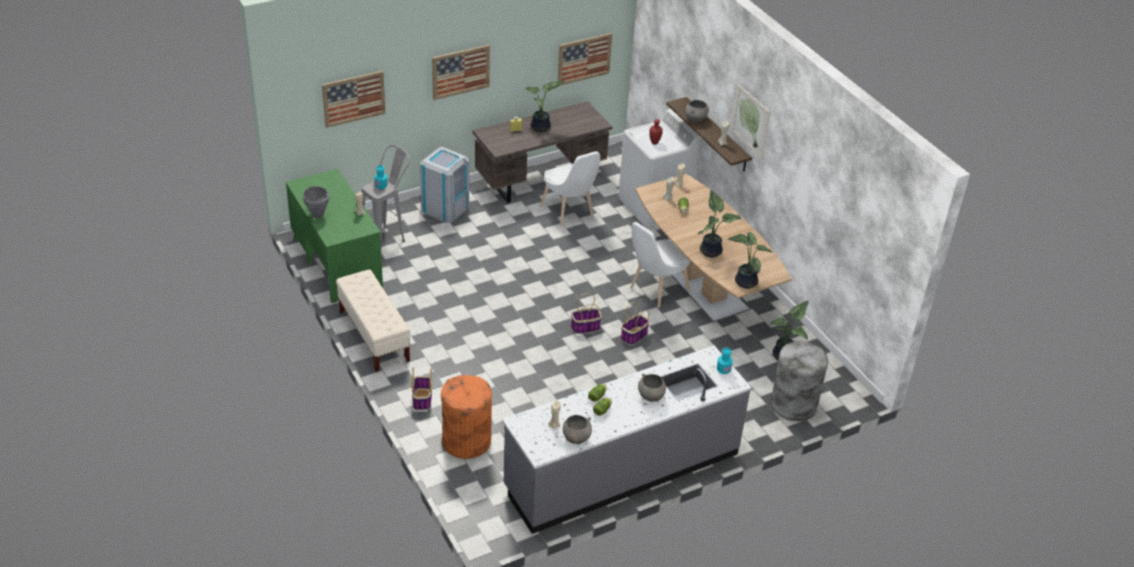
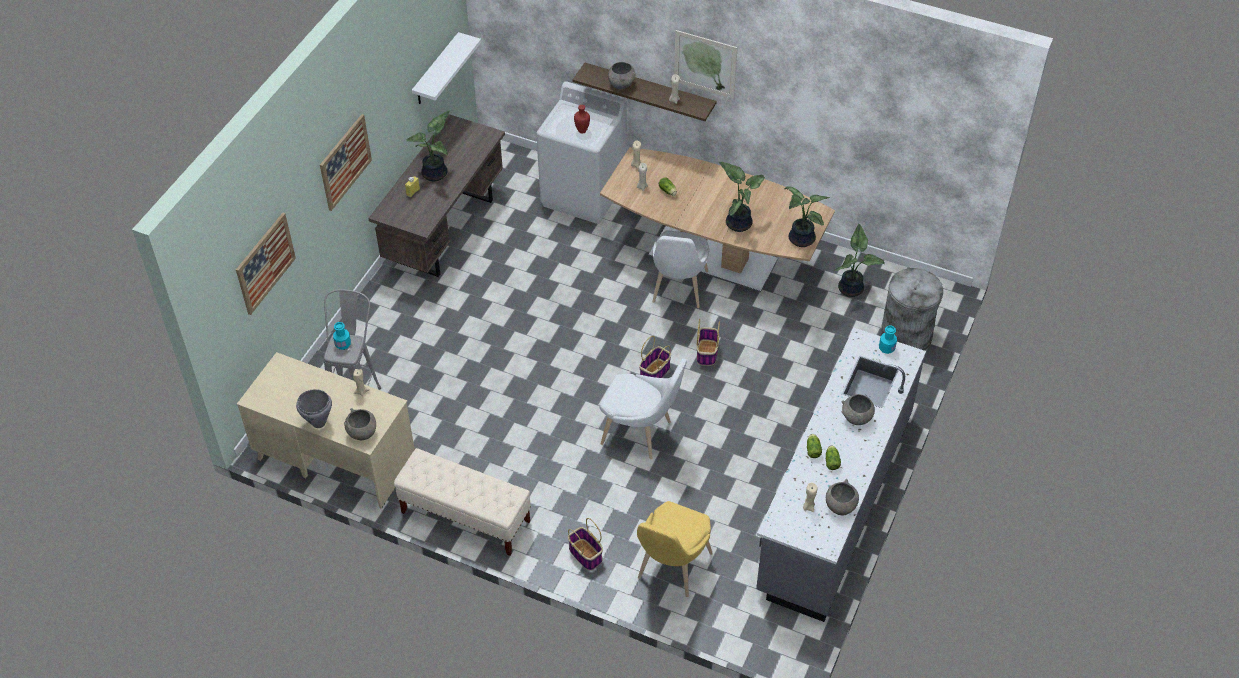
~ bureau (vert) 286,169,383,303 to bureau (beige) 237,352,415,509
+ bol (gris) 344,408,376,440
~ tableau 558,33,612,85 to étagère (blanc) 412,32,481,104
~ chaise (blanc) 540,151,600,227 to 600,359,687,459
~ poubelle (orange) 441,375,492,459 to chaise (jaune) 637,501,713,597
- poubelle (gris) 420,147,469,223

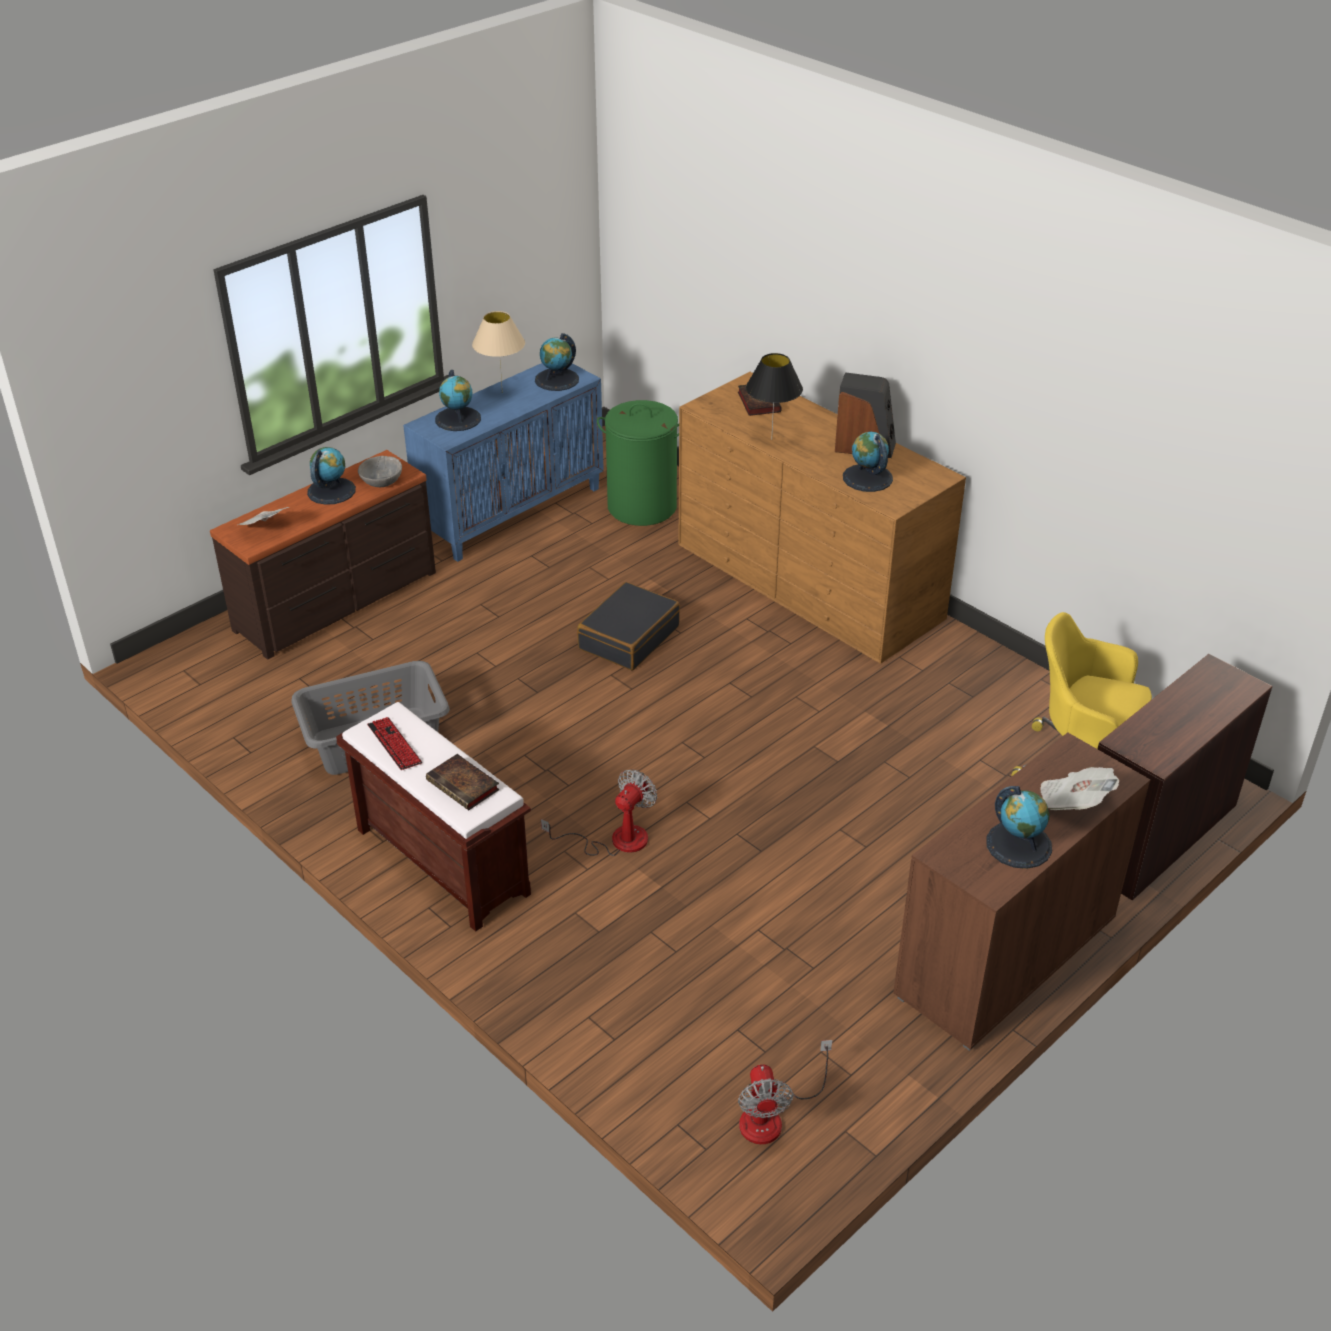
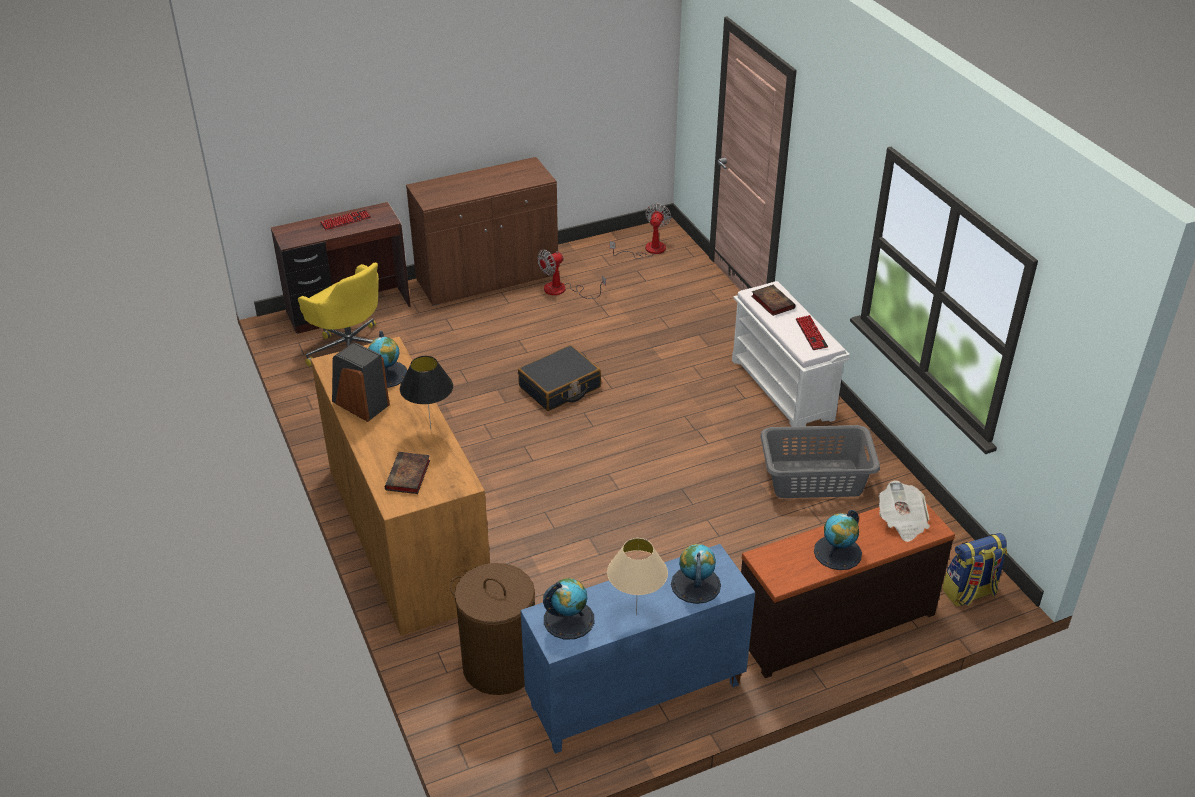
+ clavier 320,210,371,231
~ panier à linge (vert) 597,400,679,526 to panier à linge (marron) 450,563,535,695
~ valise (noir) 577,582,680,670 to 518,345,601,411
~ ventilateur 541,769,657,856 to 537,249,606,299
~ banc (marron) 336,702,531,932 to banc (blanc) 732,281,850,427
+ sac à dos 942,533,1007,606
- bol (gris) 358,456,402,487
- globe 986,786,1052,869
- journal 1040,767,1119,810

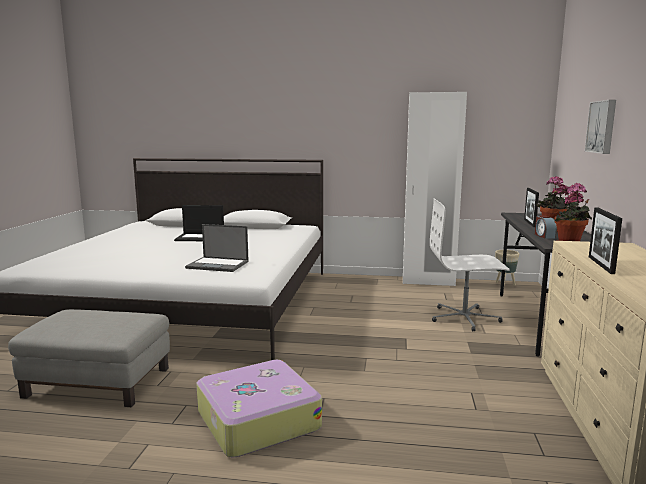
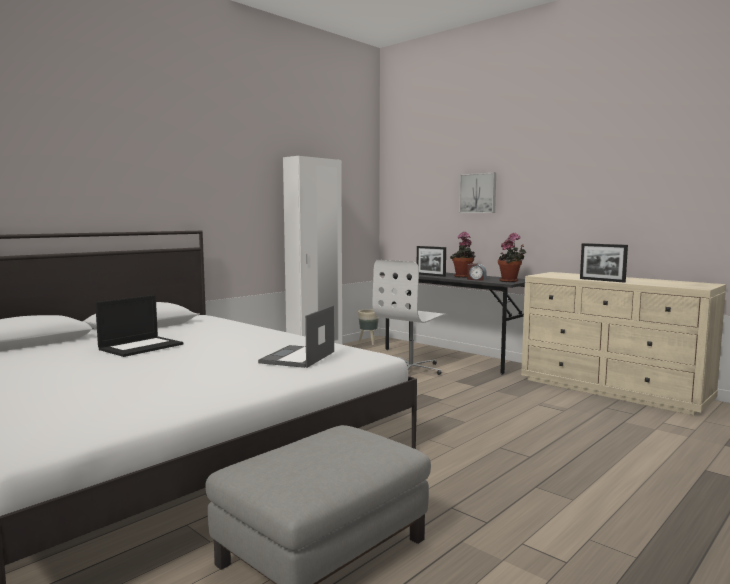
~ ordinateur portable 185,224,249,272 = 258,305,334,368 150 degrees clockwise
- valise 196,360,322,457

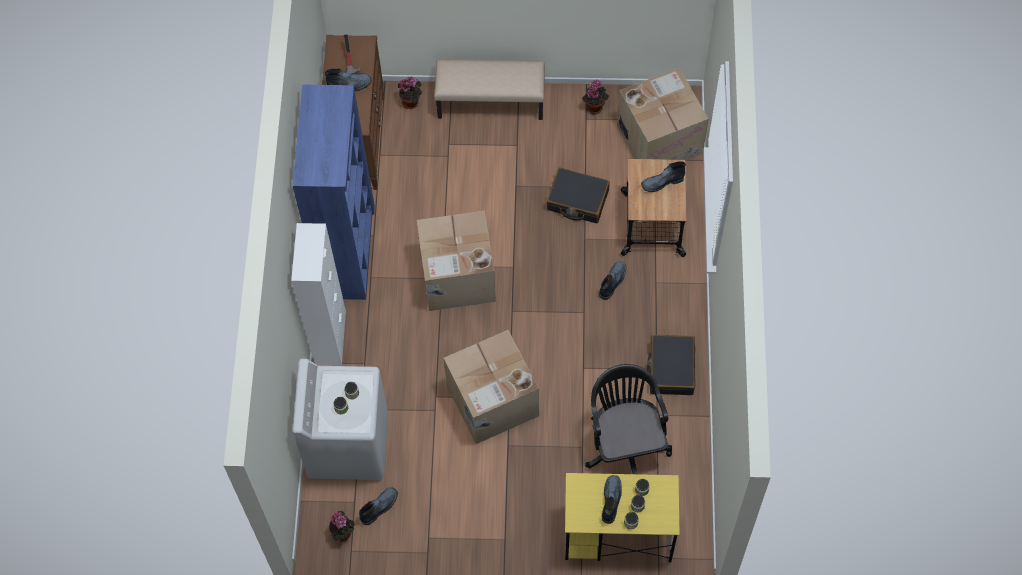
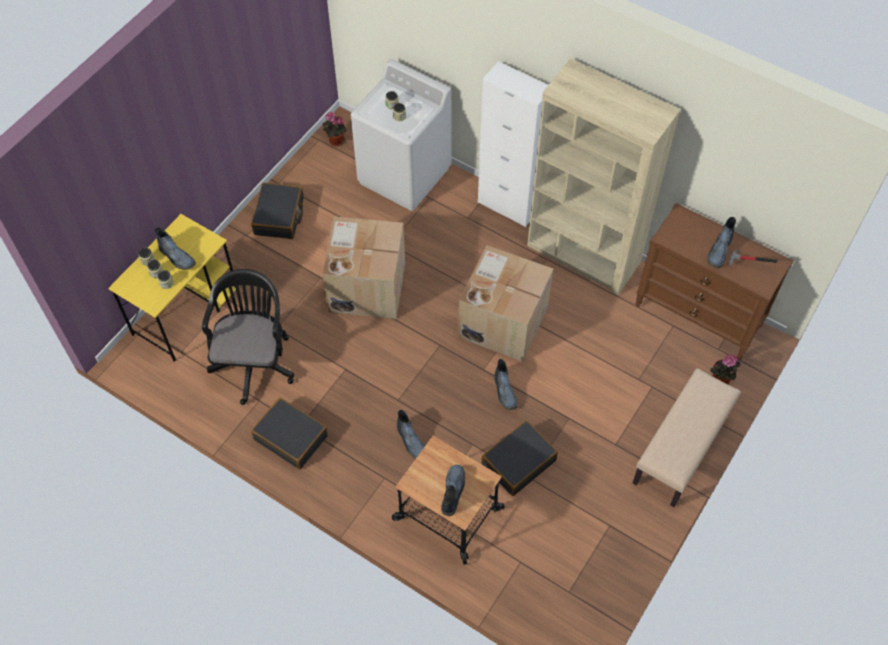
~ chaise de bureau (noir) 585,364,672,474 = 202,269,294,405 105 degrees counterclockwise
+ valise (noir) 251,183,304,239
~ botte 359,487,398,525 to 494,359,518,410
~ bibliothèque (bleu) 292,85,375,300 to bibliothèque (beige) 527,58,681,295
- plante en pot 582,80,609,115
- carton 617,68,709,160

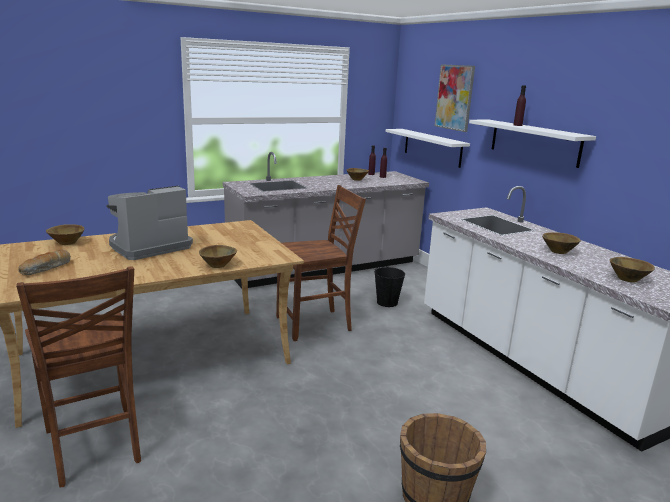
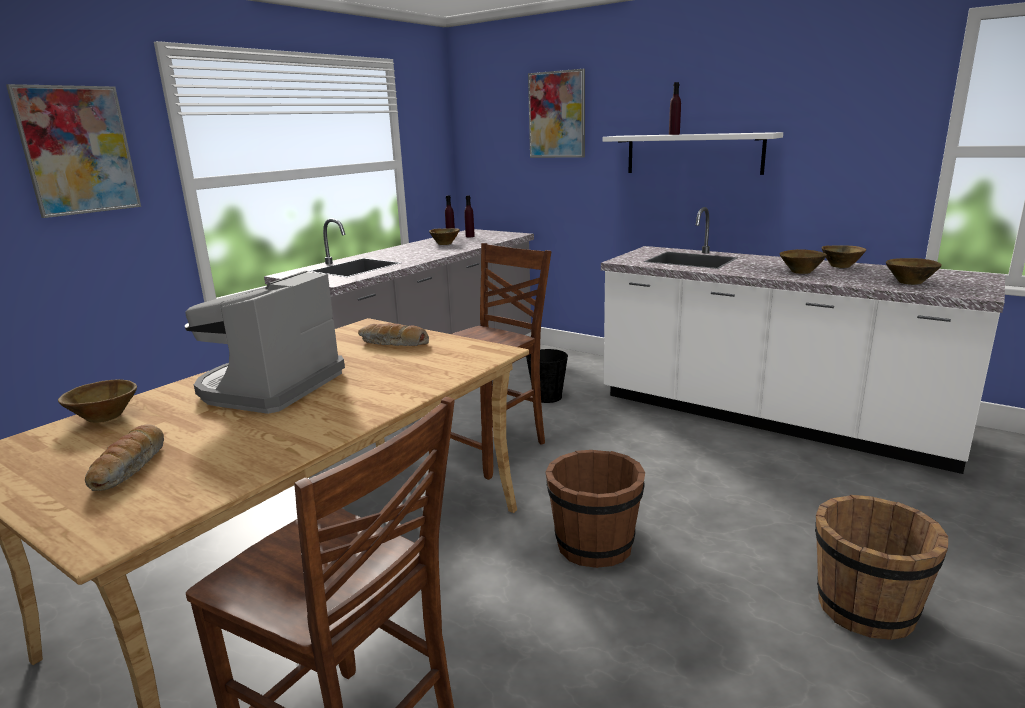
+ tableau 6,84,141,218
+ pain 358,323,429,346
+ seau (marron) 545,450,645,568
~ bol (marron) 199,245,237,268 to 822,245,866,268
- étagère (blanc) 386,129,470,168

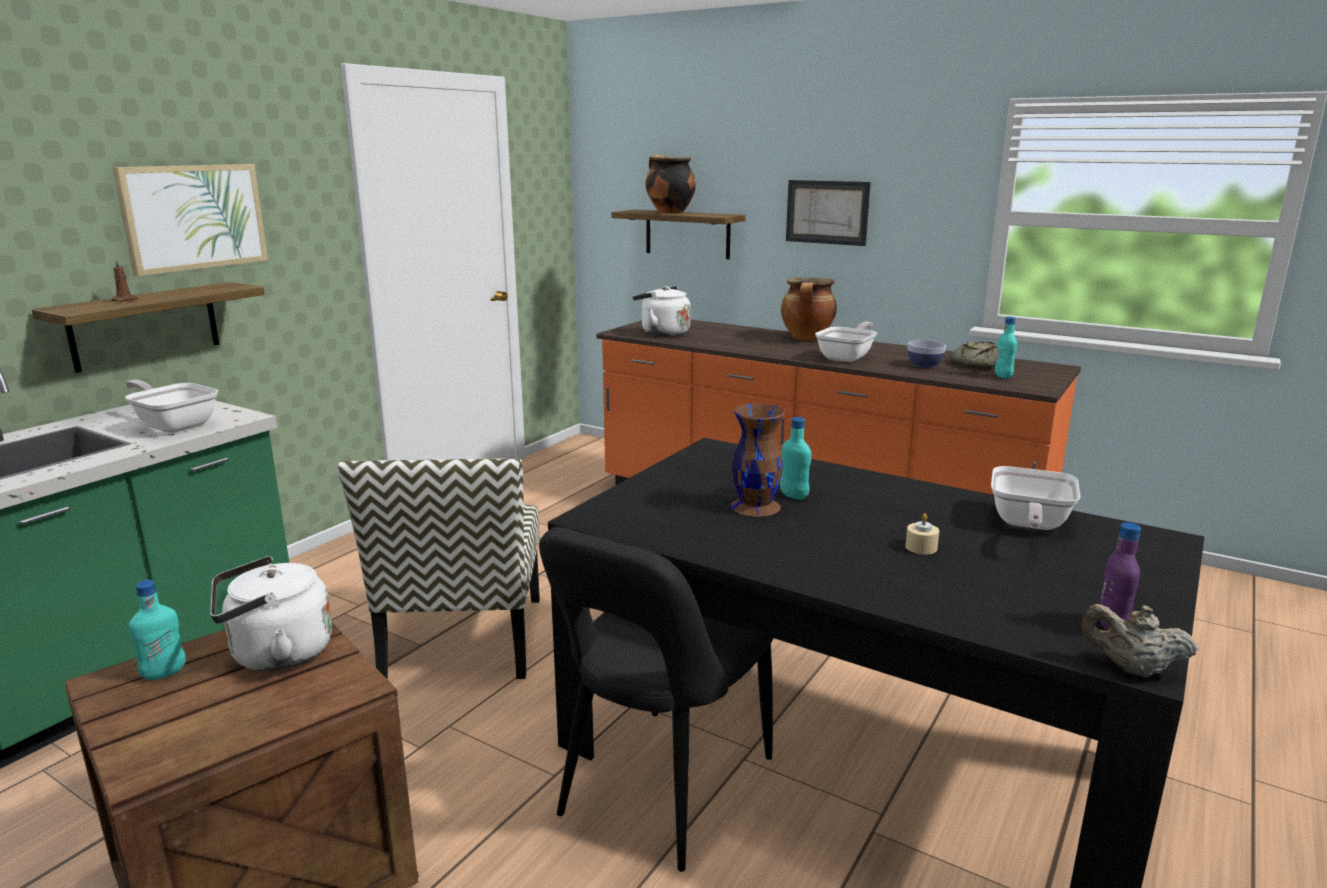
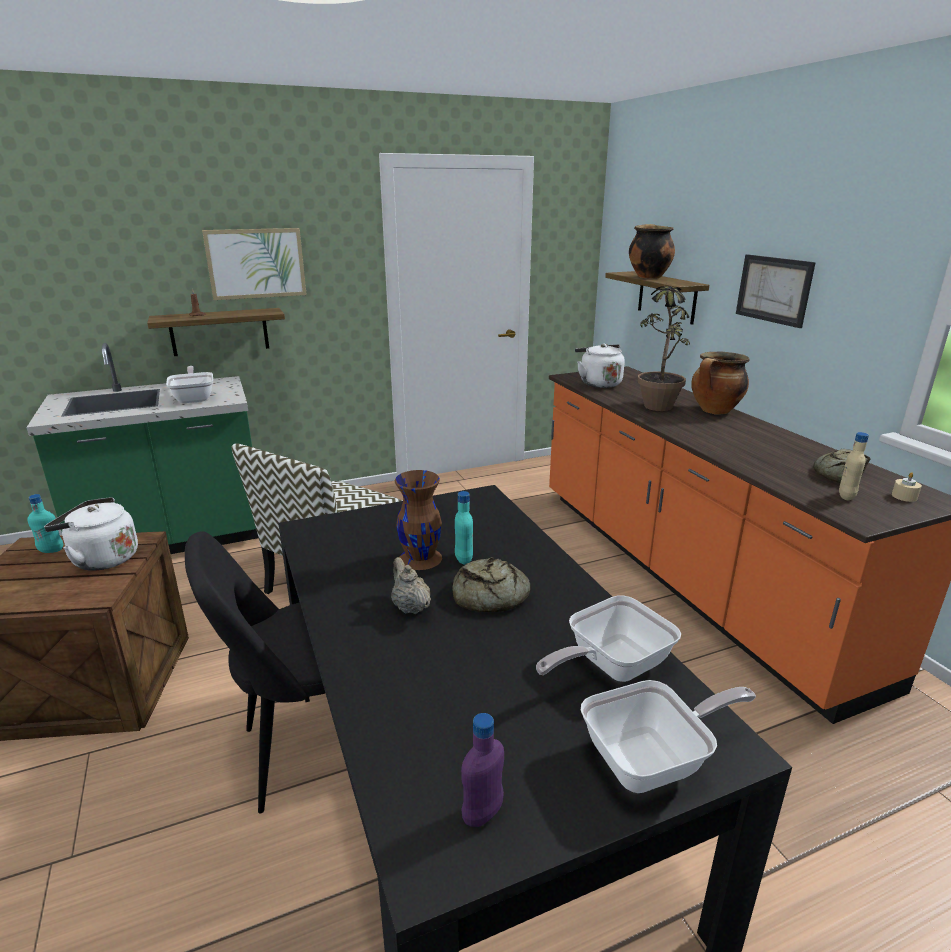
~ théière (beige) 1081,604,1198,678 to 391,557,431,614
+ pain 452,557,530,612
~ poêle 815,322,877,362 to 581,680,756,793
+ plante en pot 637,284,690,411
~ bouteille (turquoise) 995,317,1017,379 to bouteille (beige) 839,432,869,500
~ bougie (beige) 905,513,939,554 to 892,472,922,502
- bol 908,340,946,368

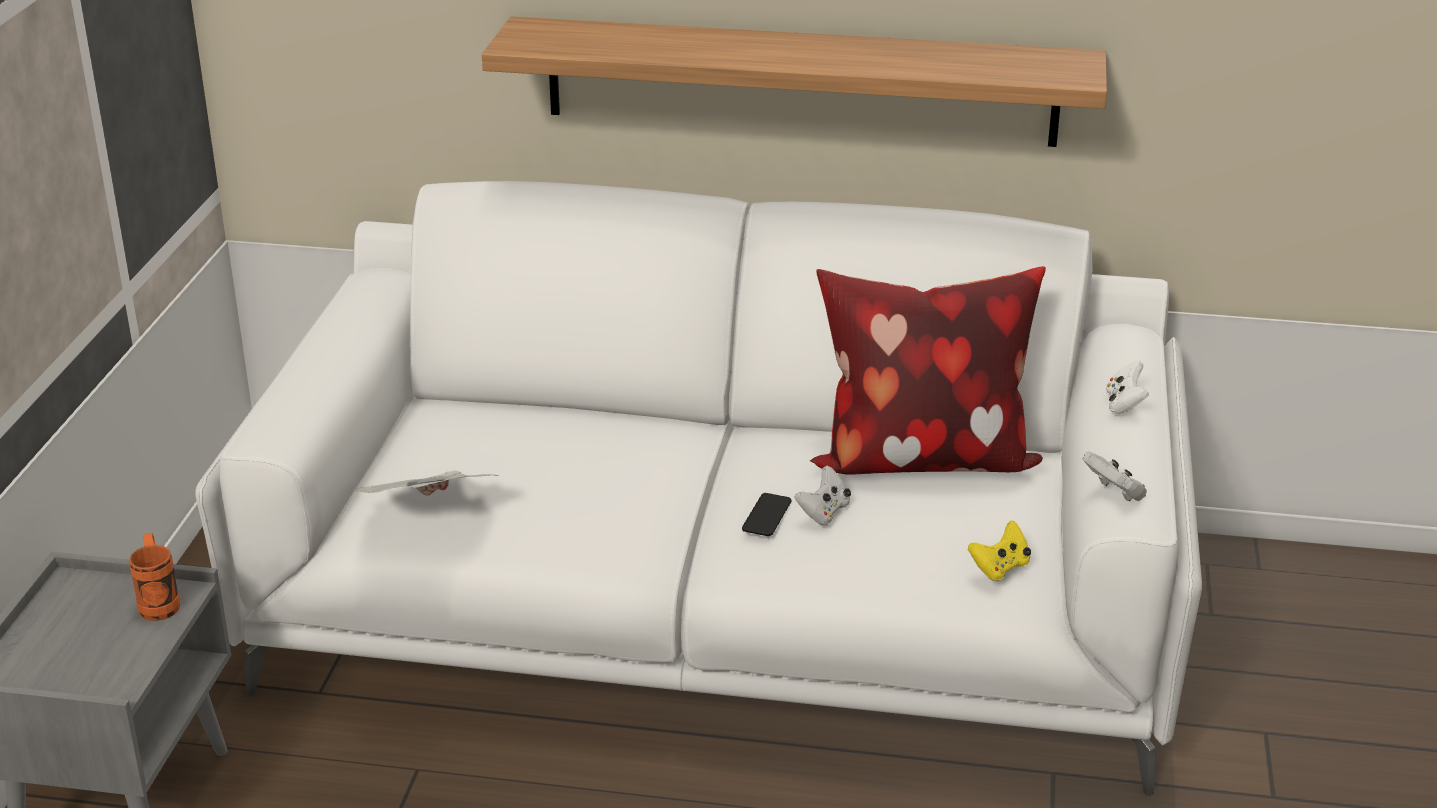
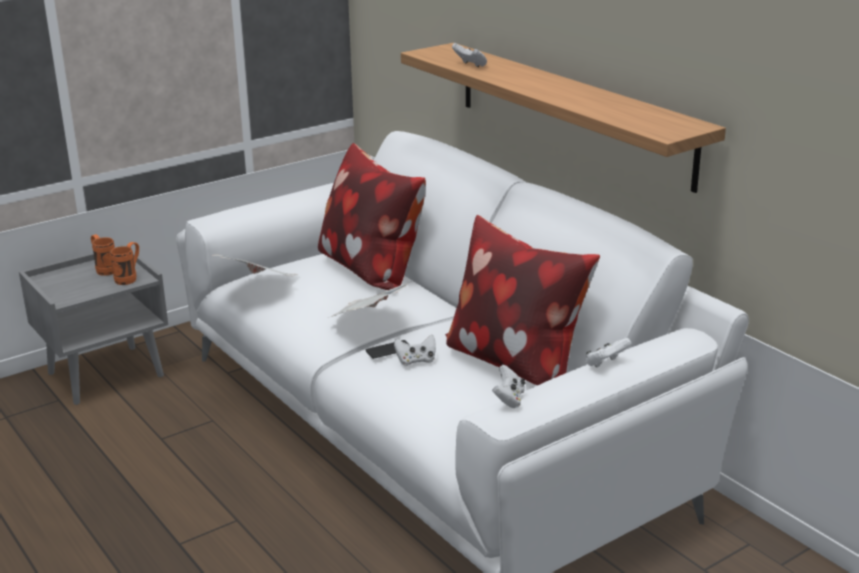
+ mug (orange) 91,234,115,276
+ coussin 318,143,426,290
+ journal 328,281,412,318
+ manette (blanc) 452,43,487,67
- manette (jaune) 968,520,1031,581

